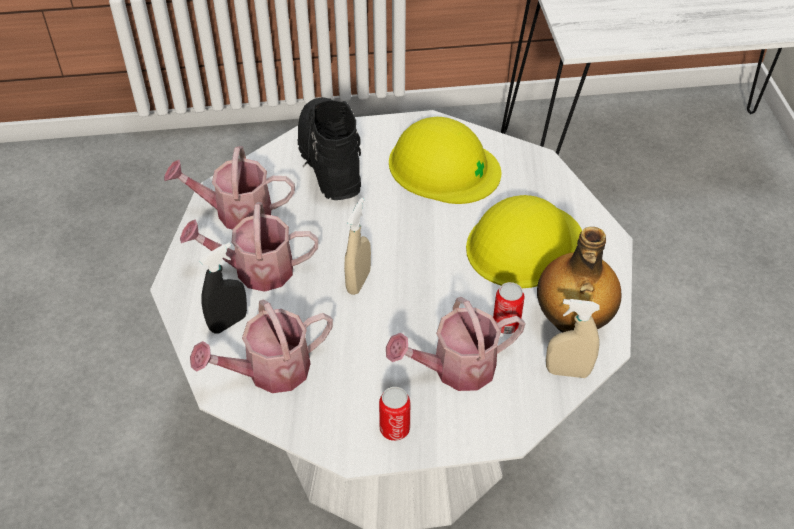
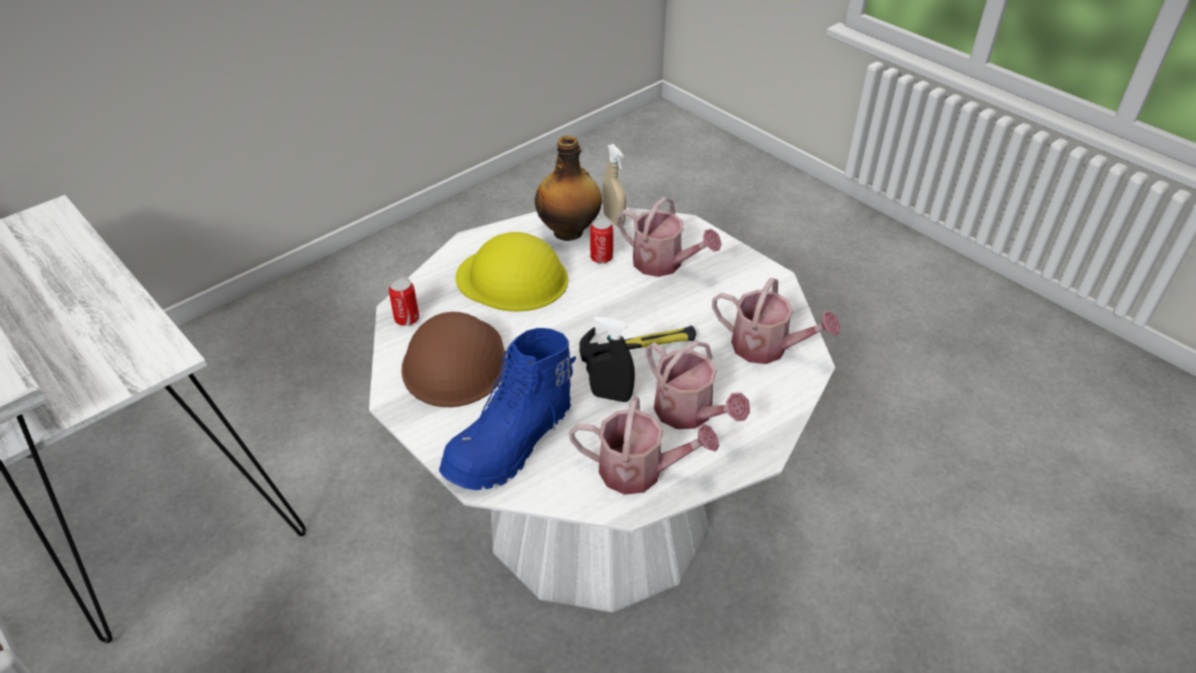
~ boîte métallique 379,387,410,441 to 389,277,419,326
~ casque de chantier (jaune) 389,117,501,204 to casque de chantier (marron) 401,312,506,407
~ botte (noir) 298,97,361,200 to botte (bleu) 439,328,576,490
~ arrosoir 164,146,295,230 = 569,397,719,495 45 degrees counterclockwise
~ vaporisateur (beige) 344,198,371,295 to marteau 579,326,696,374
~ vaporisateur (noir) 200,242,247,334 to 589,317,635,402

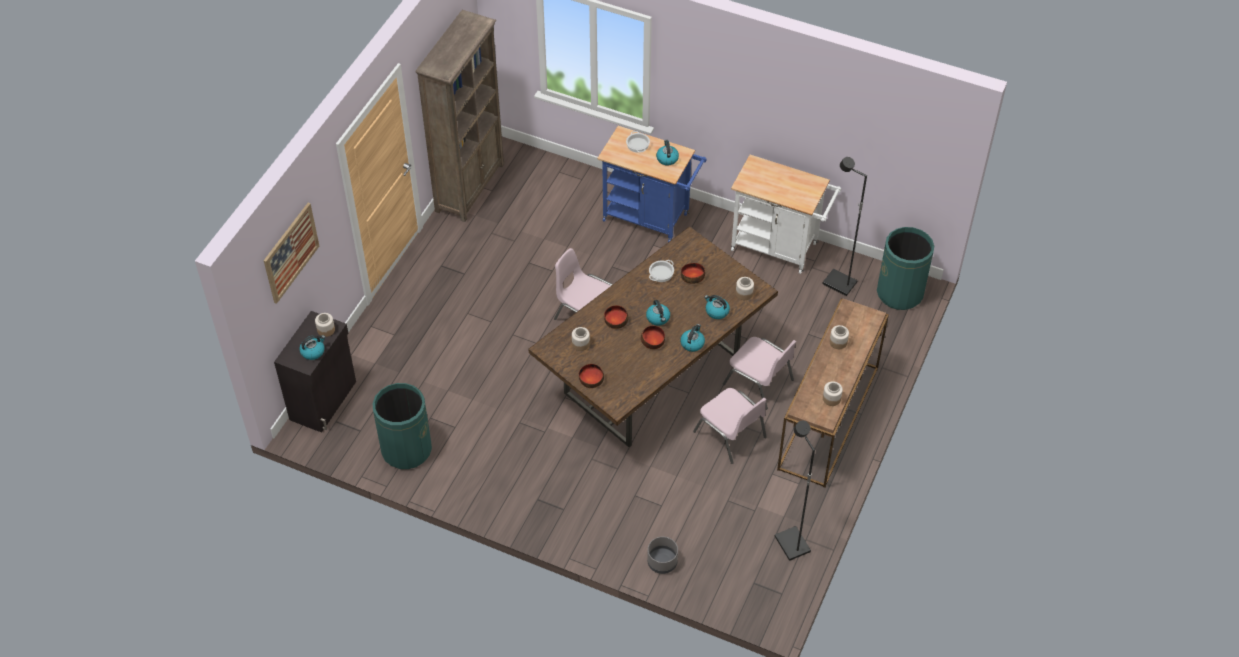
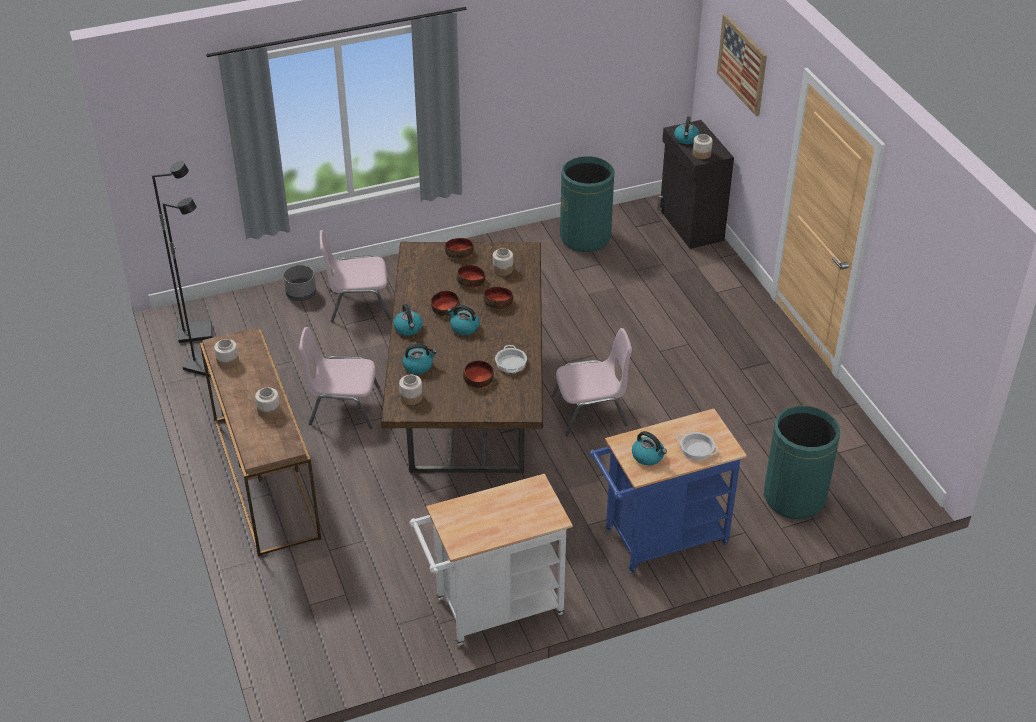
~ lampadaire (noir) 823,157,867,296 to 152,161,212,343
~ chaise (rose) 723,337,796,410 to 320,230,391,322
+ bol 457,265,485,288
~ poubelle (vert) 877,227,934,310 to 764,406,840,519
- bibliothèque (marron) 415,10,504,222

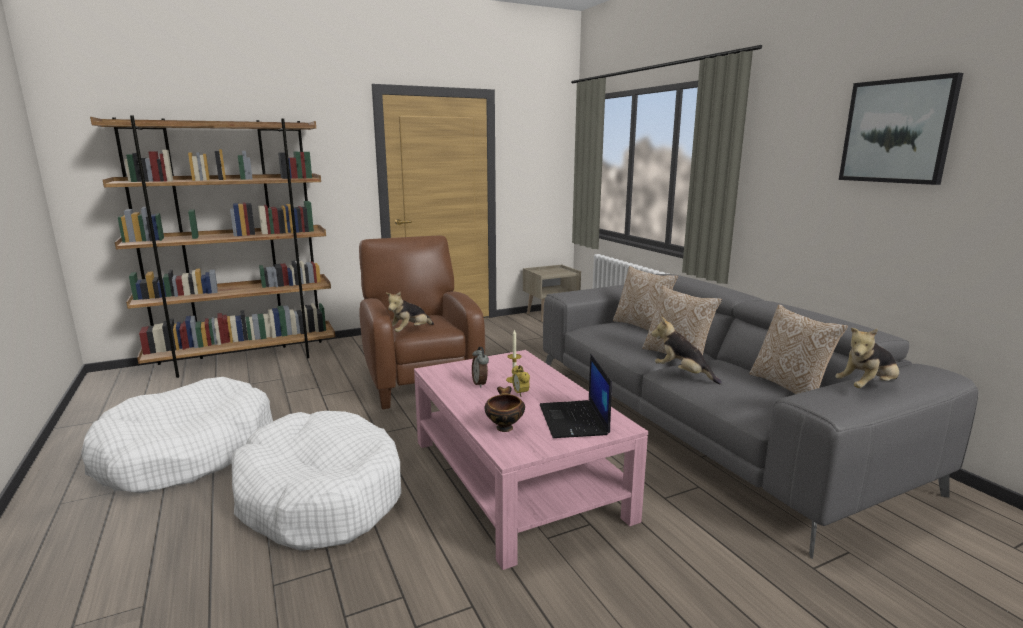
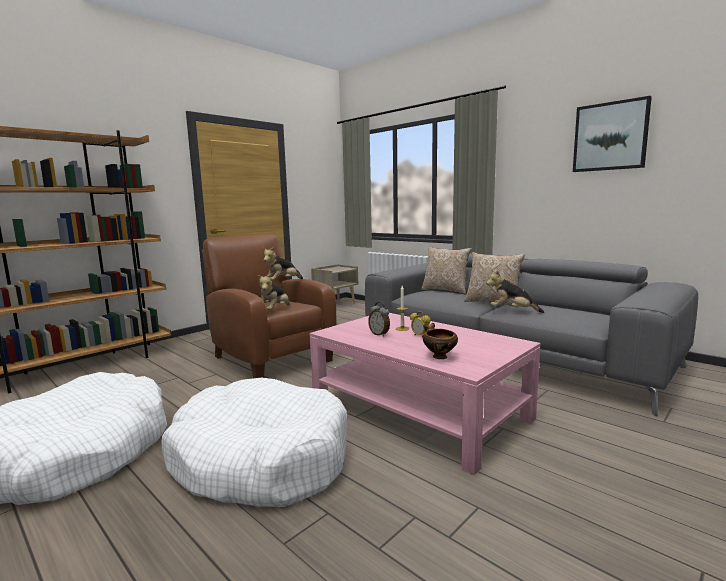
~ peluche 835,328,899,388 to 262,247,303,281
- ordinateur portable 540,354,612,438
- coussin 749,304,848,394

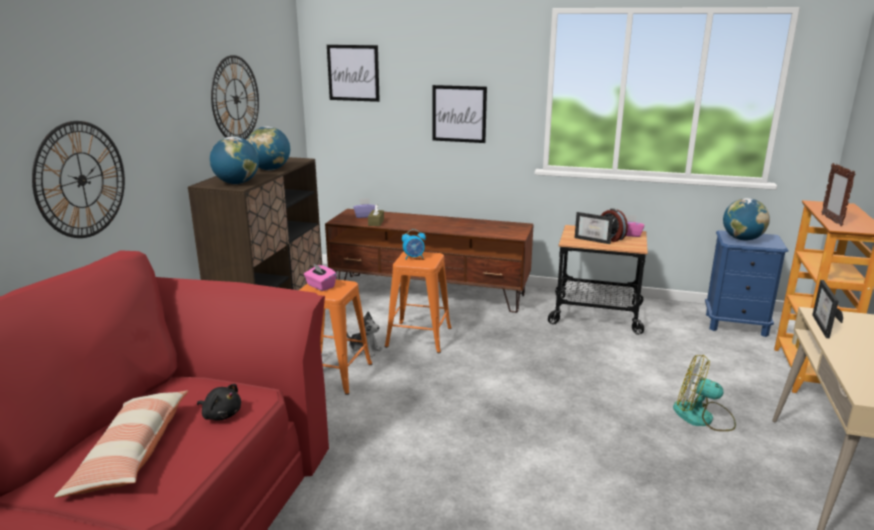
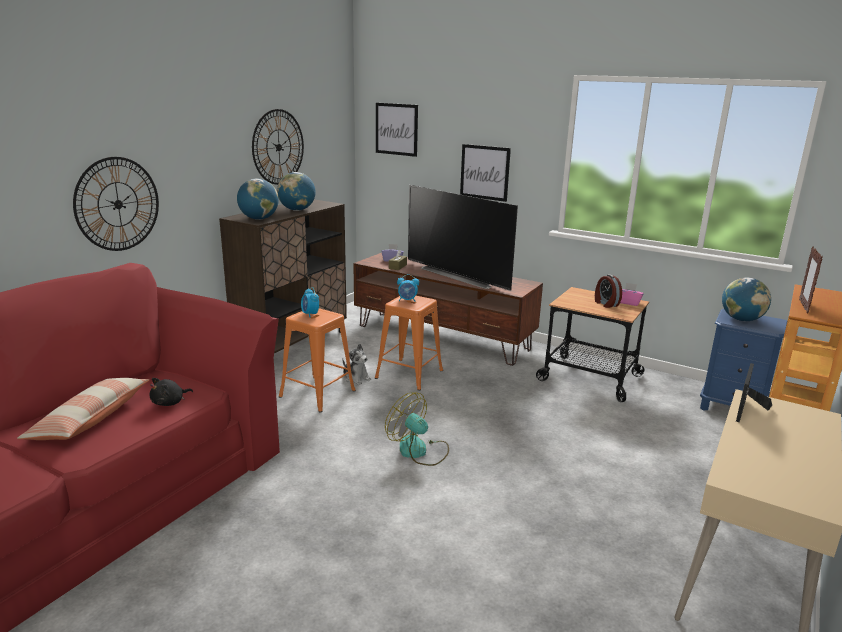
~ peluche (noir) 197,384,241,420 = 149,378,193,406 90 degrees clockwise
~ boîte à mouchoirs (rose) 304,263,337,291 to réveil 301,287,319,318
~ ventilateur 673,355,736,431 to 385,392,449,466
+ téléviseur 408,185,518,291
- cadre photo 575,212,613,244

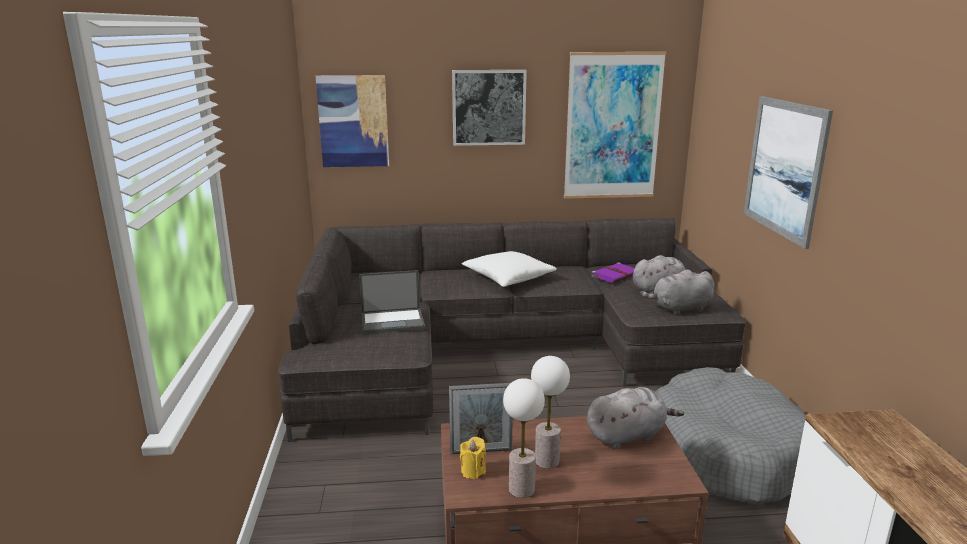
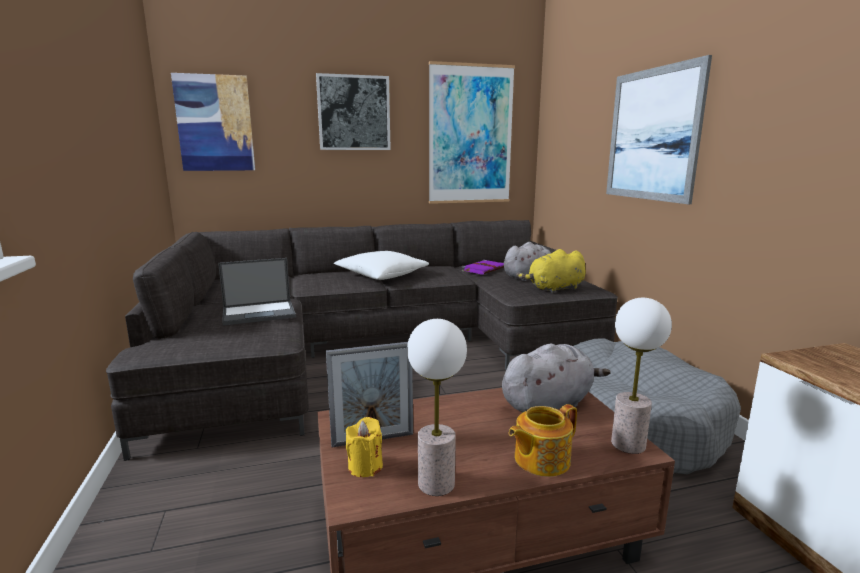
+ théière 509,404,577,477
~ peluche (gris) 640,269,714,315 to peluche (jaune) 516,249,586,293
~ lampe de table 531,356,570,469 to 611,298,672,454

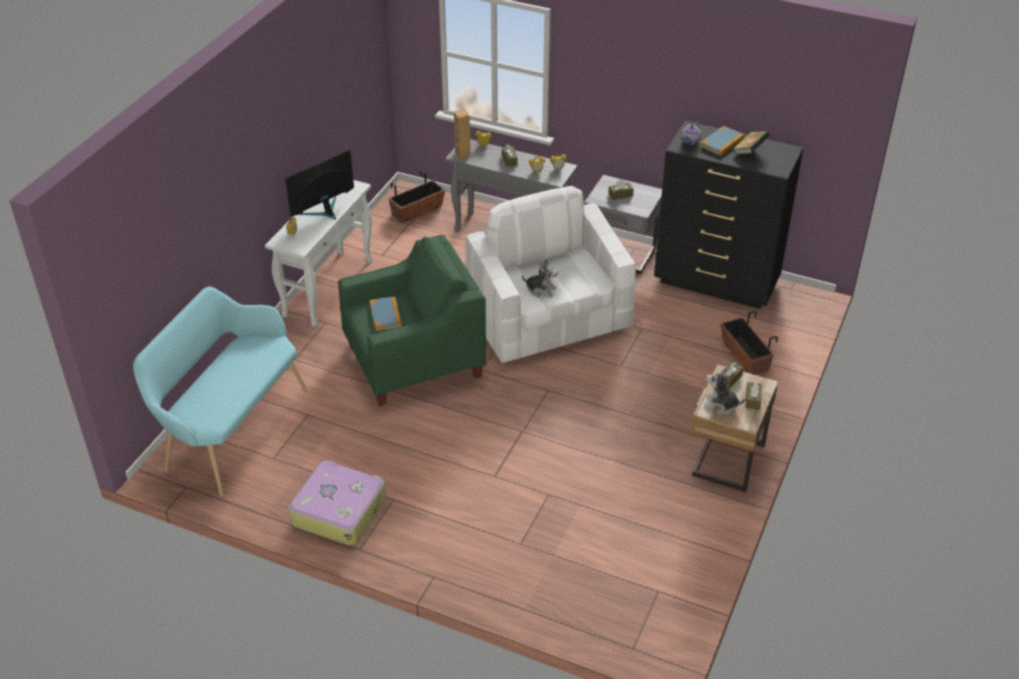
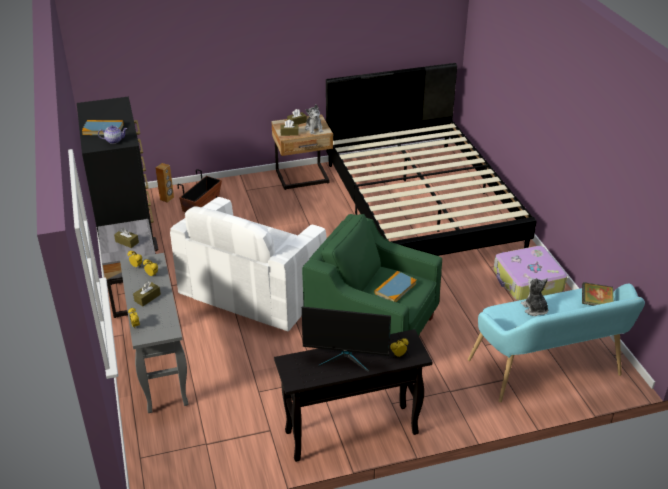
~ enceinte (marron) 454,109,471,159 to 155,163,174,203
~ table console (blanc) 265,180,372,327 to table console (noir) 274,329,433,462
+ lit (noir) 326,63,537,256
~ peluche 522,260,558,298 to 521,278,548,316
~ livre 733,131,770,155 to 582,282,614,306
- cache-pot 388,170,445,223

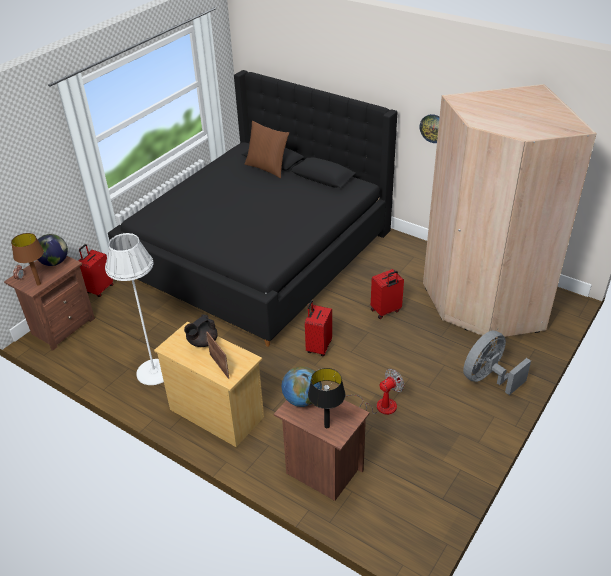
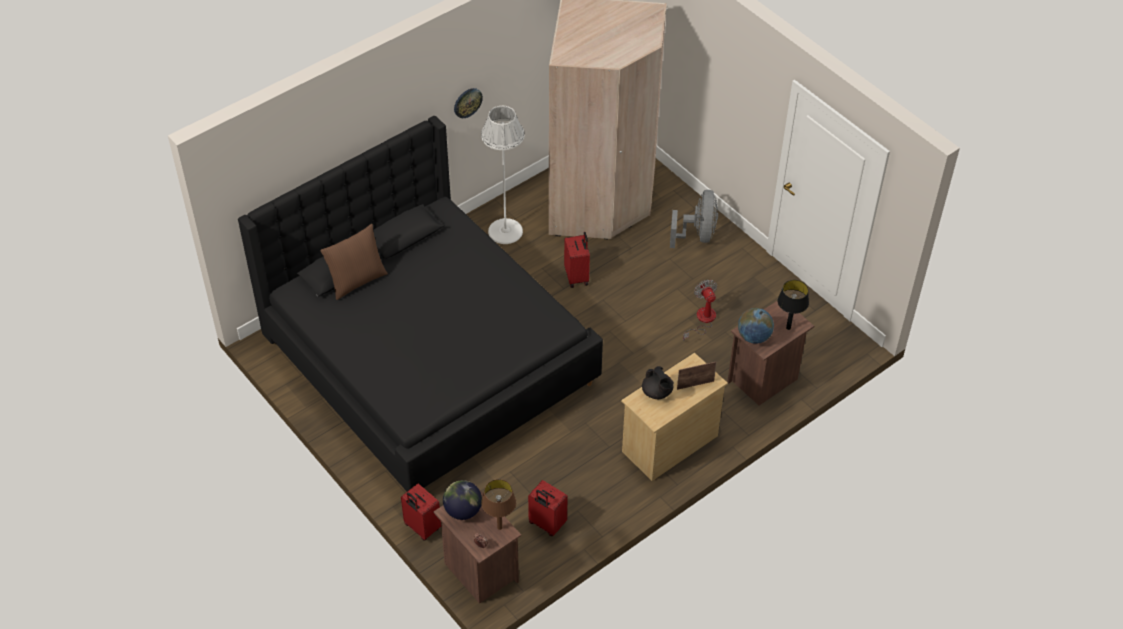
~ lampadaire (blanc) 105,233,164,385 to 481,106,525,244
~ valise (rouge) 305,300,332,356 to 528,480,568,536
~ ventilateur (gris) 463,330,531,395 = 670,190,718,248 150 degrees counterclockwise

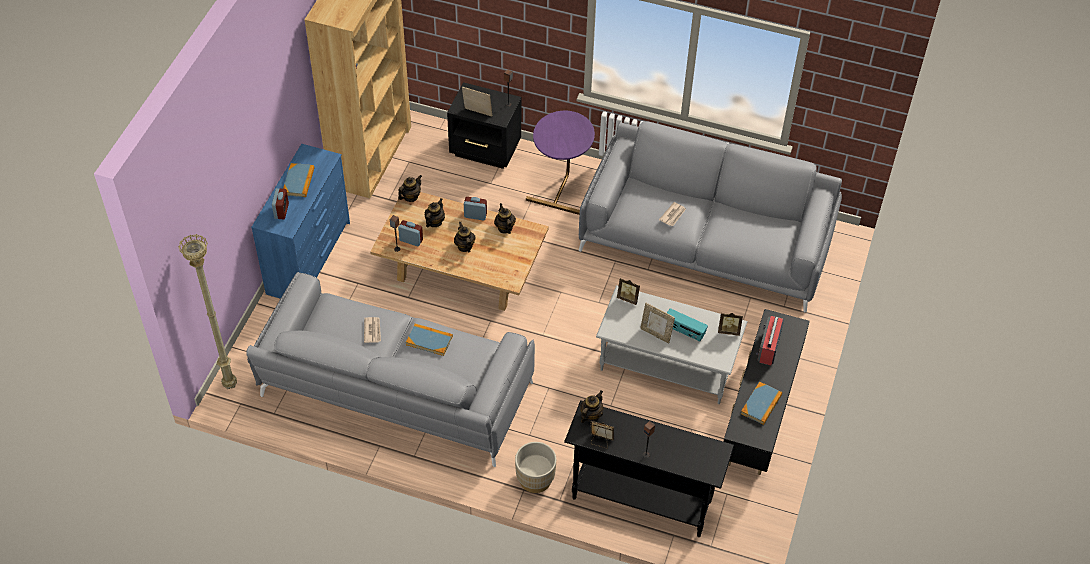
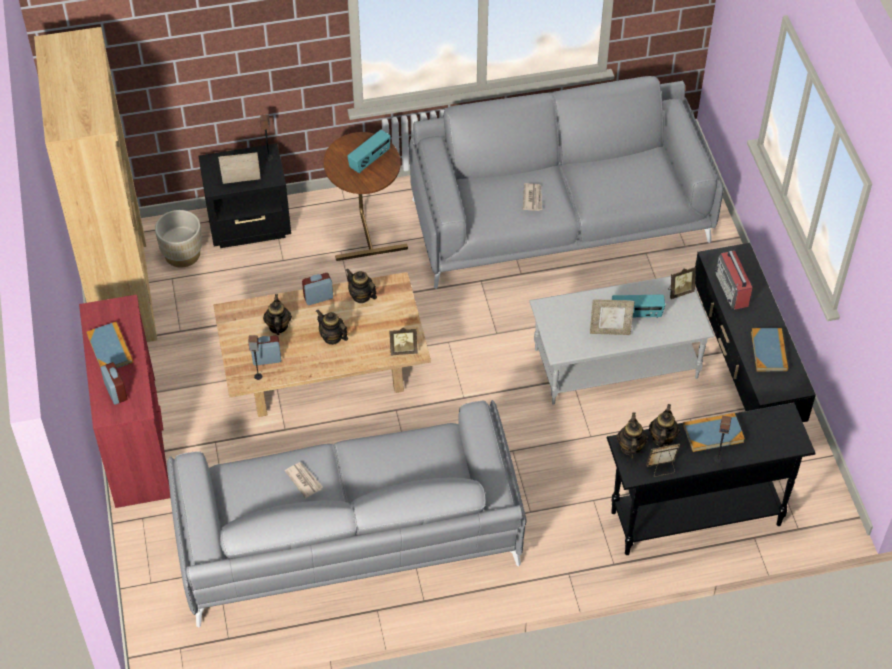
~ commode (bleu) 251,144,350,299 to commode (rouge) 79,295,171,508
~ cache-pot (beige) 515,442,556,493 to 155,210,202,268
~ table d'appoint (violet) 526,111,595,215 to table d'appoint (marron) 324,132,408,261
+ radio 347,130,391,173
~ cadre photo 617,278,640,305 to 390,328,418,355
~ théière 398,175,422,202 to 649,404,680,447
~ livre 406,324,453,356 to 683,413,745,452
- lampadaire (beige) 178,234,237,389

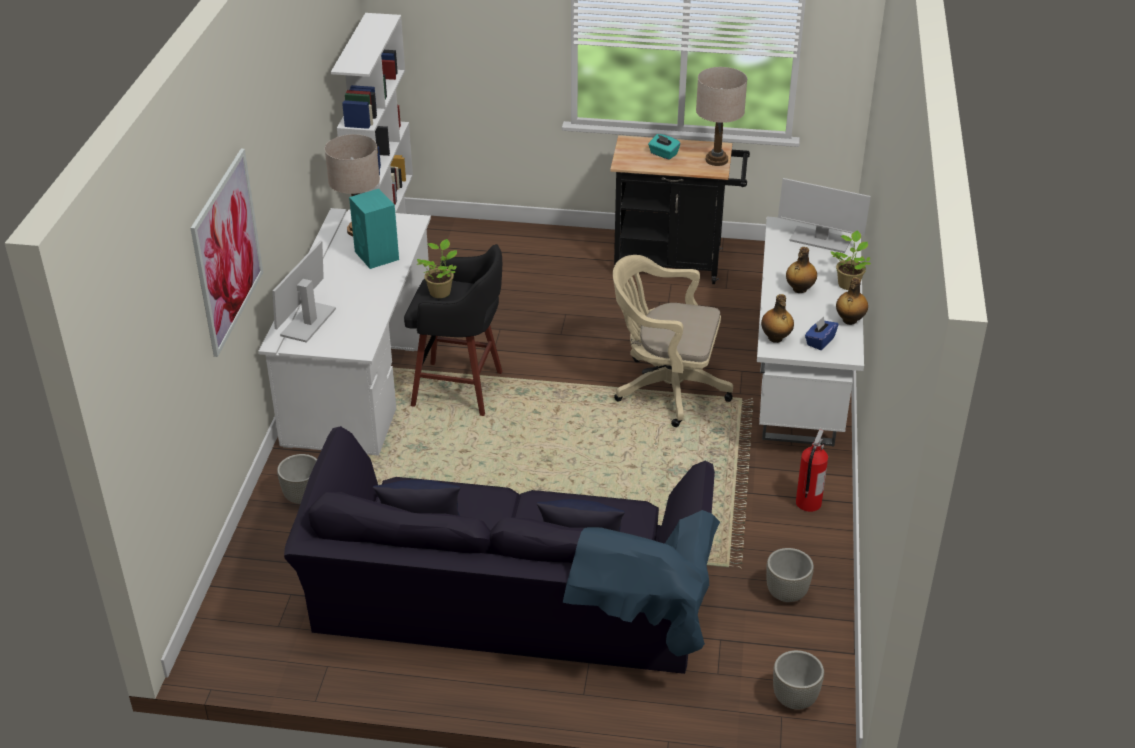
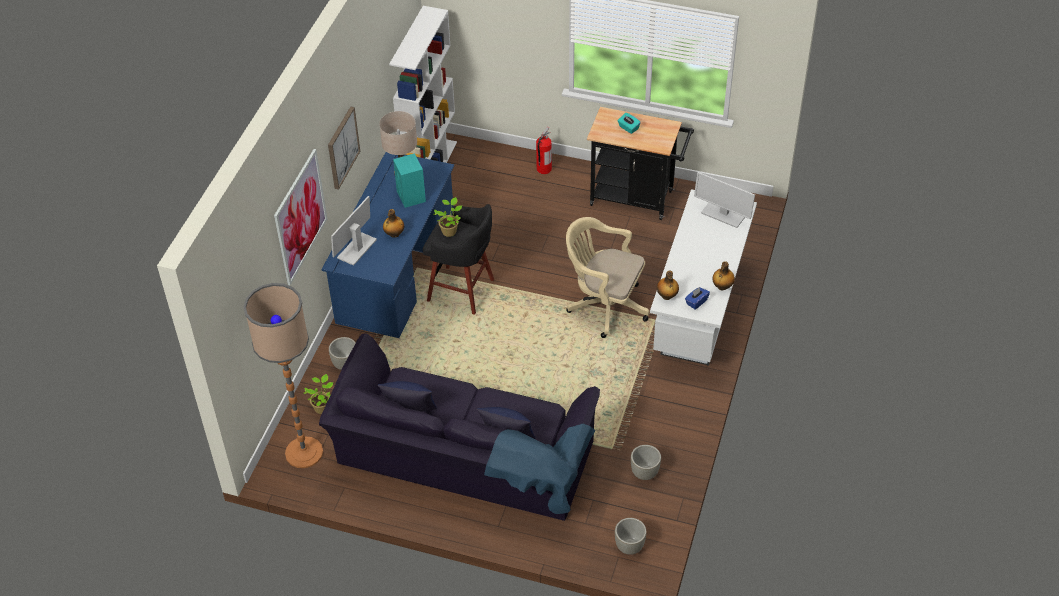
+ lampadaire 243,283,323,468
~ plante en pot 830,230,871,290 to 303,374,333,414
~ bureau (blanc) 258,208,431,456 to bureau (bleu) 322,152,454,338
+ tableau 328,106,360,190
~ bouteille 786,247,817,293 to 383,209,404,238
~ extincteur 796,429,828,512 to 536,127,552,174
- lampe de table (beige) 696,67,747,166

